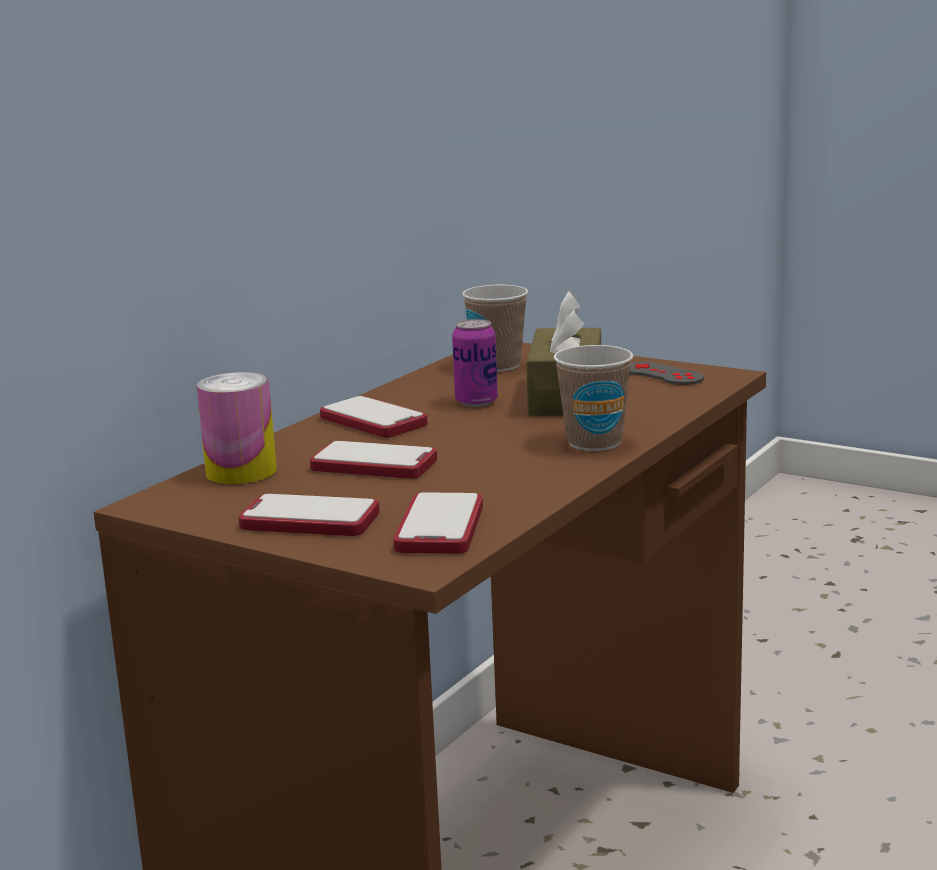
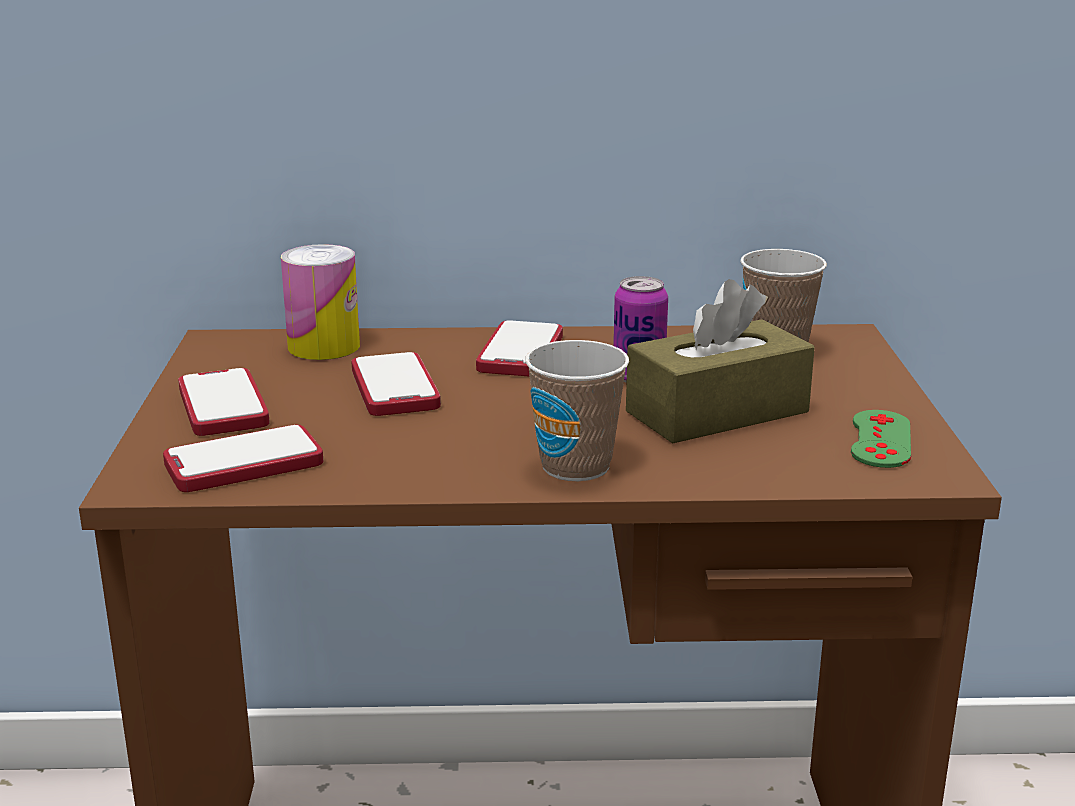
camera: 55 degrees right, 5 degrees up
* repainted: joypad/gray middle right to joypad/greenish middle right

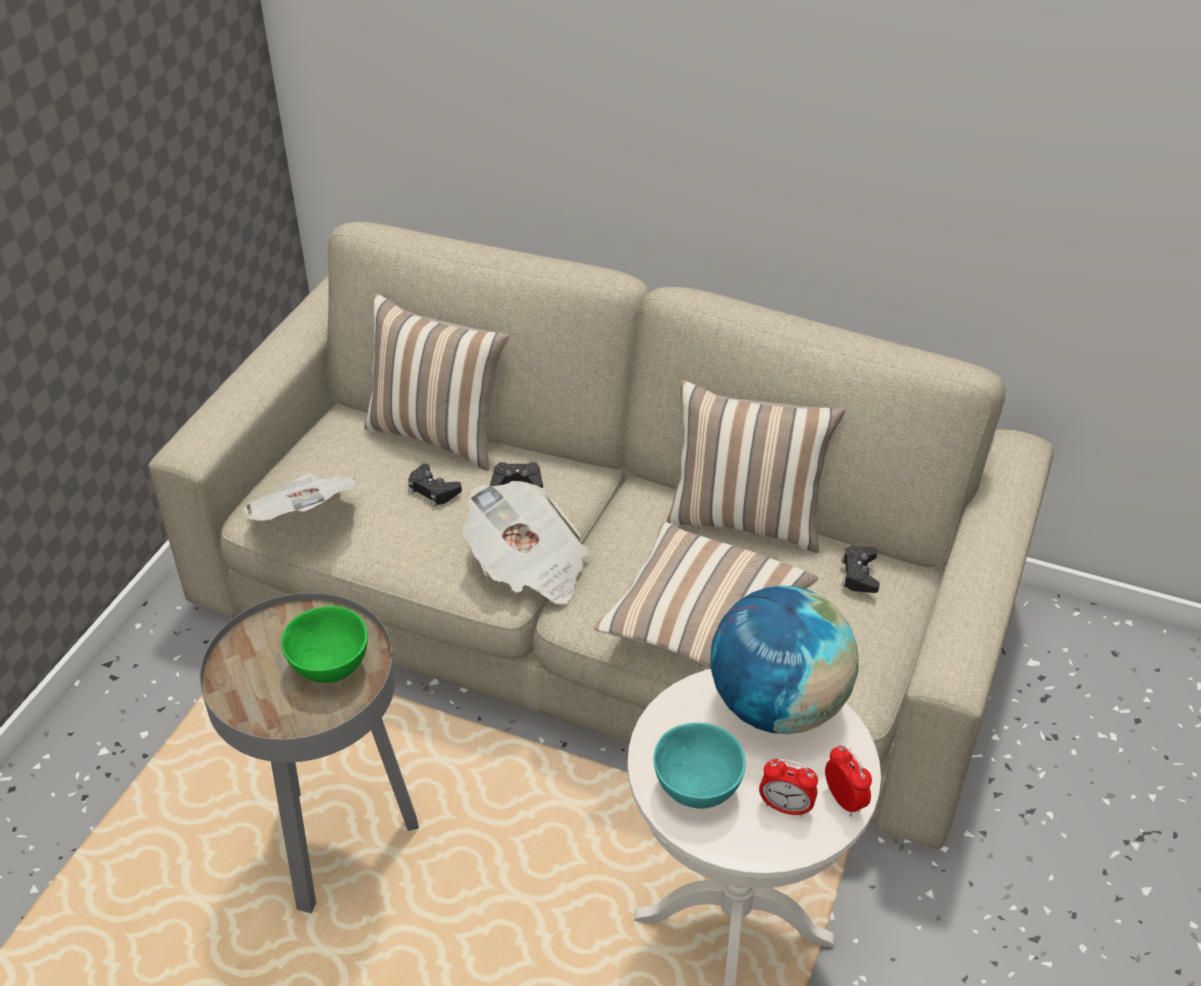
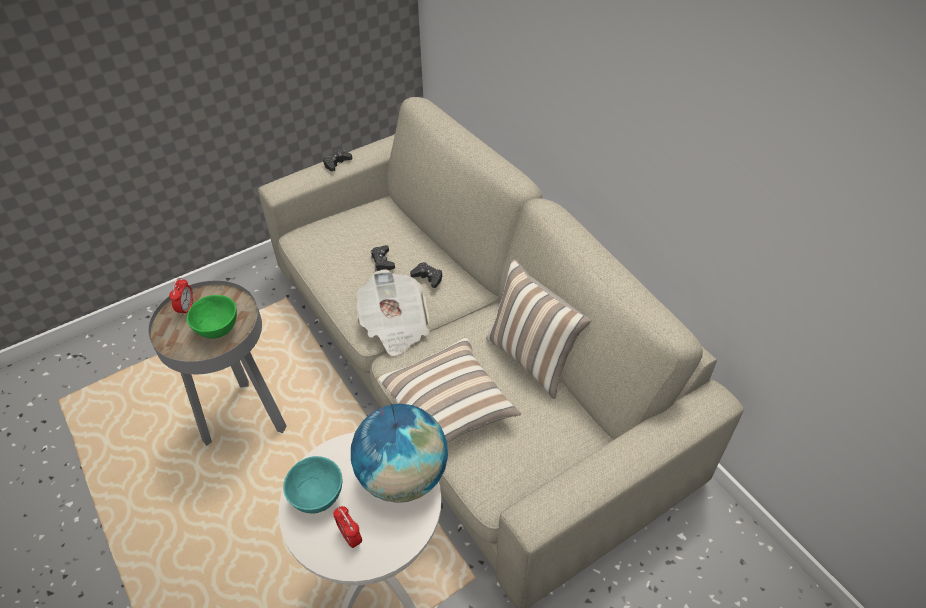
camera: 35 degrees right, 5 degrees up
* gone: printed paper (no. 1 from left) middle left
* gone: cushion (no. 1 from left) centre
* shifted: alarm clock (no. 2 from left in the first image) bottom right to alarm clock (no. 1 from left) middle left
* shifted: joypad/blackish (no. 3 from left in the first image) middle right to joypad/blackish (no. 1 from left) top centre

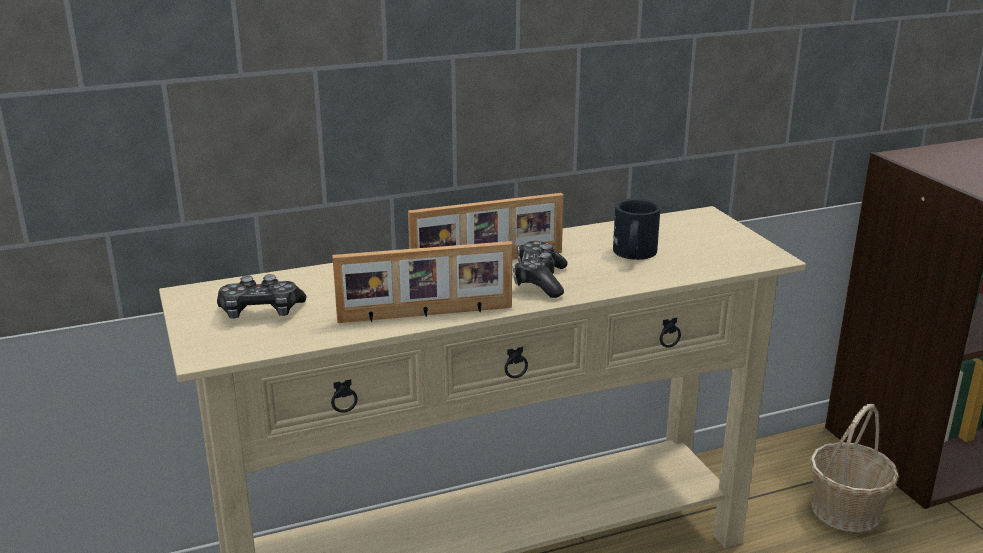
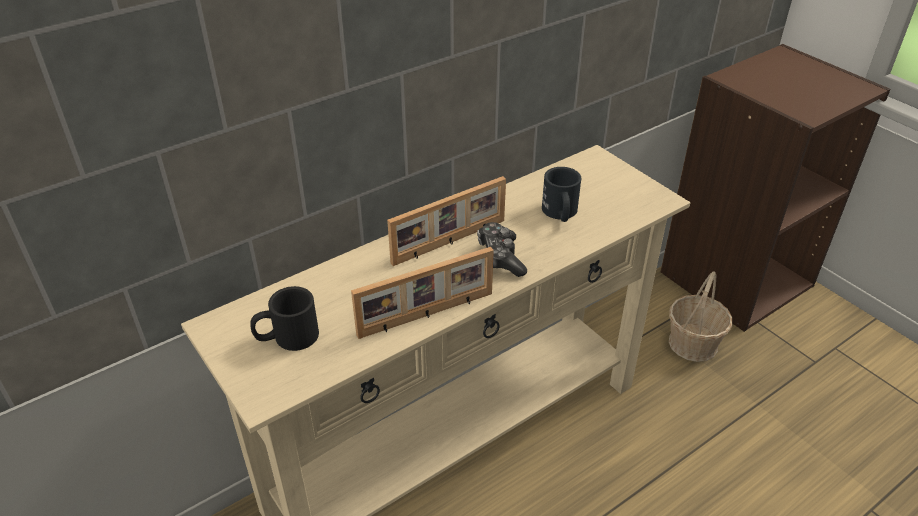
camera: 15 degrees left, 15 degrees up
* swapped: joypad (no. 1 from left) middle left to mug/blackish (no. 1 from left) middle left

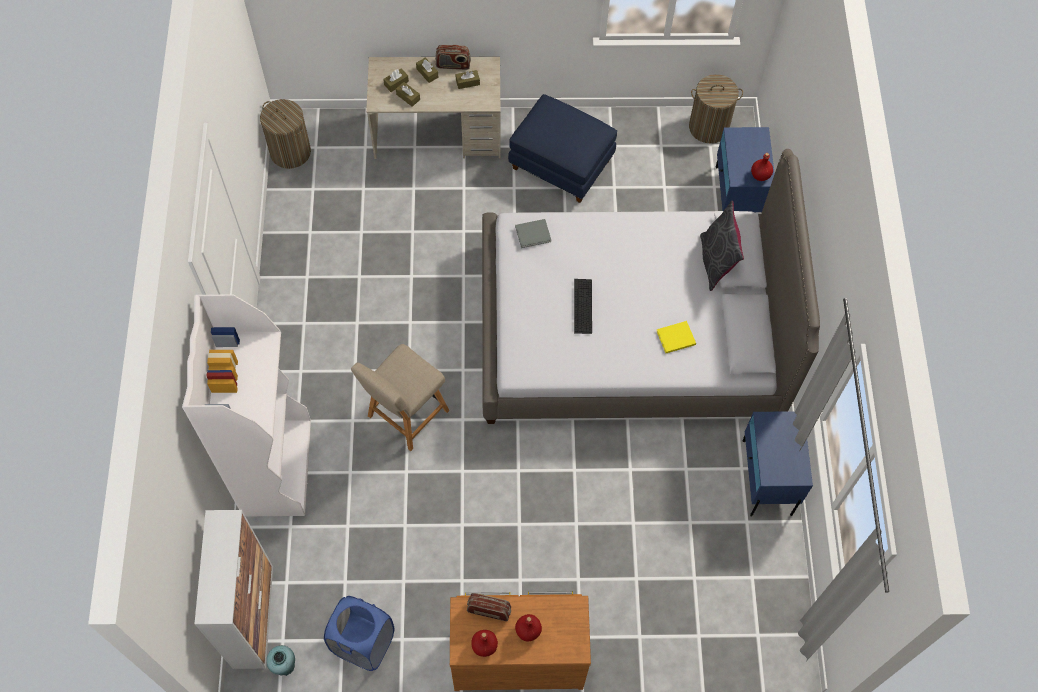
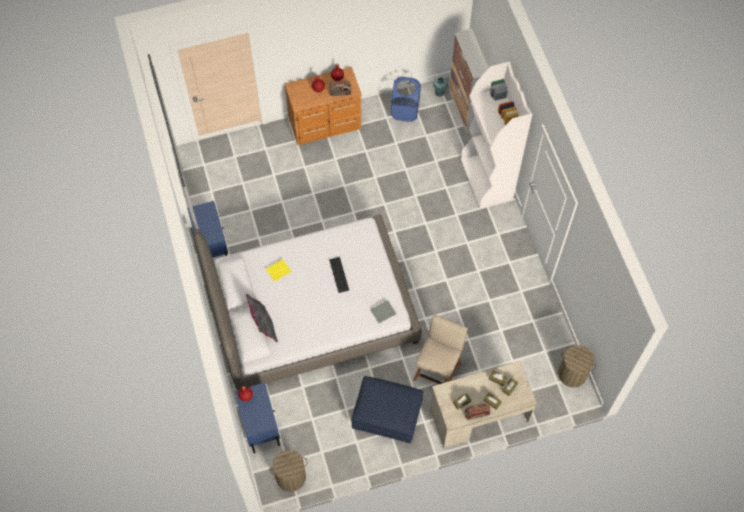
camera: 165 degrees right, 0 degrees up
* shifted: plain chair/sand-coloured centre to bottom centre

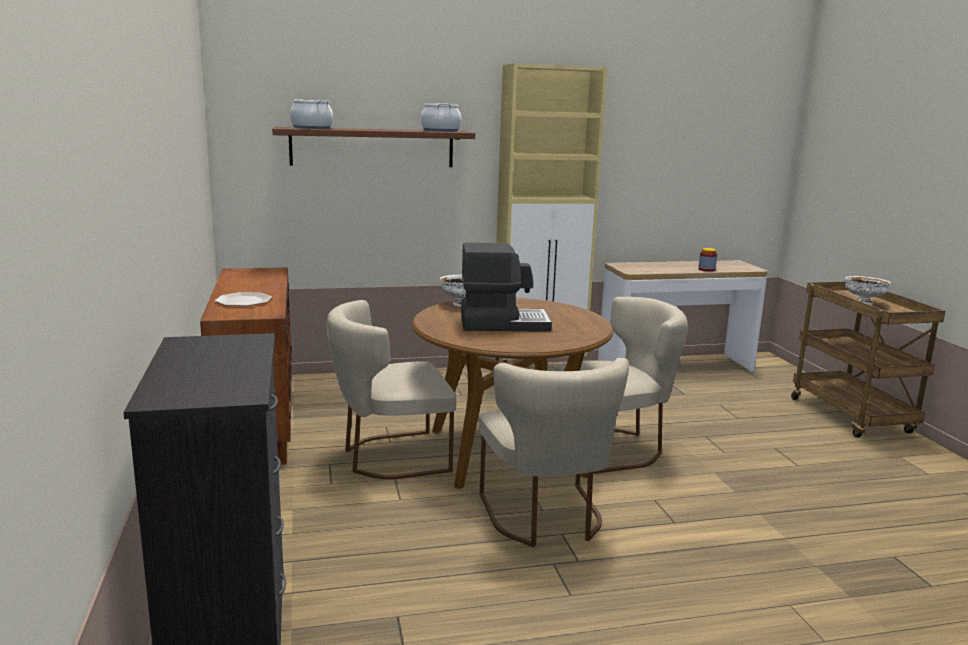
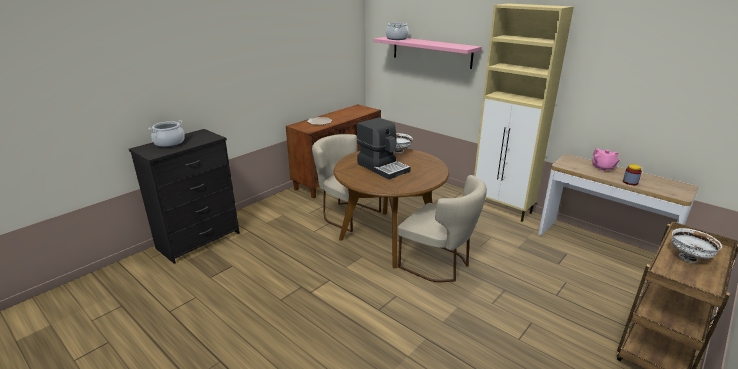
camera: 55 degrees right, 10 degrees up
* repainted: shelf/brown top centre to shelf/pink top centre
* shifted: saucepot (no. 2 from left in the first image) top centre to saucepot (no. 1 from left) middle left
* gone: plain chair/sand-coloured (no. 2 from left) bottom centre
* new: teapot/pink middle right

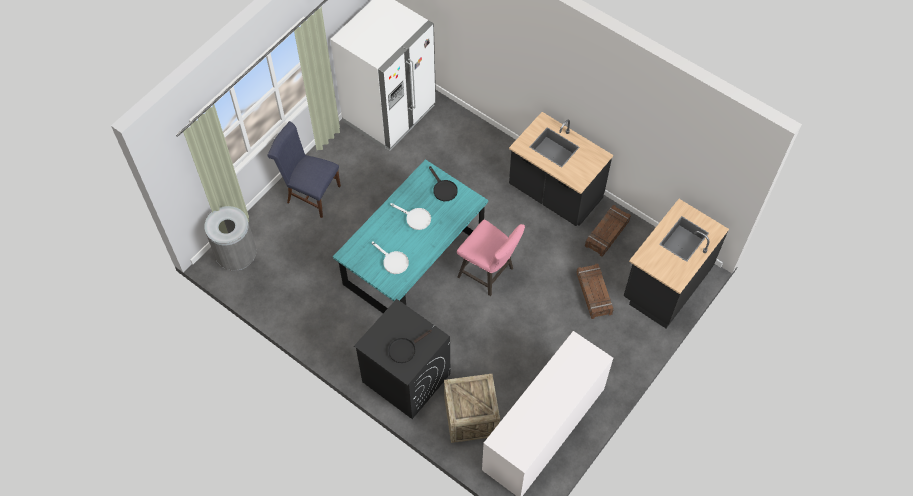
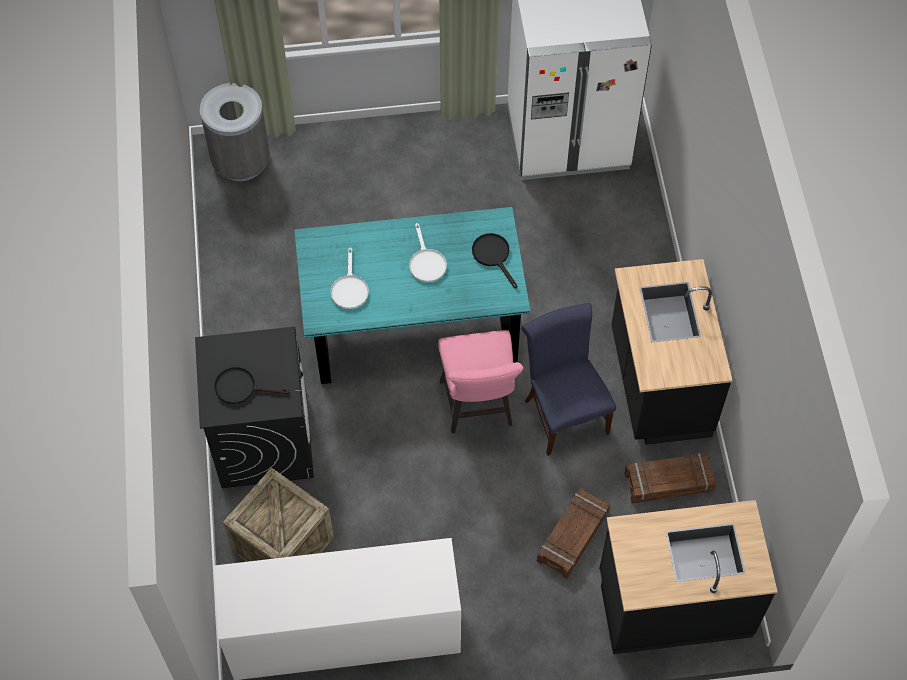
camera: 45 degrees right, 0 degrees up
* shifted: plain chair/bluish middle left to centre
* rotated: frying pan/blackish (no. 2 from left) centre = centre 135 degrees clockwise

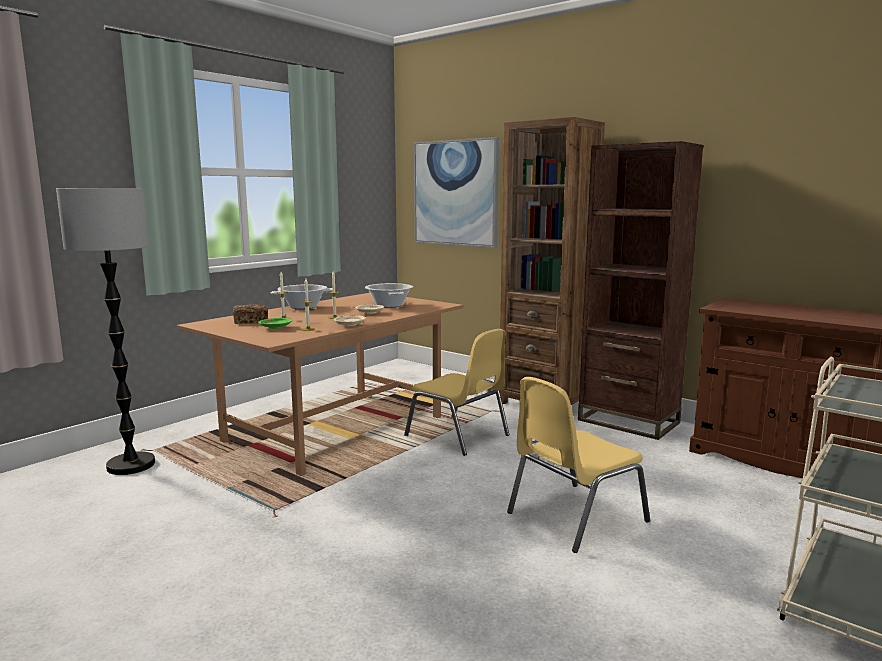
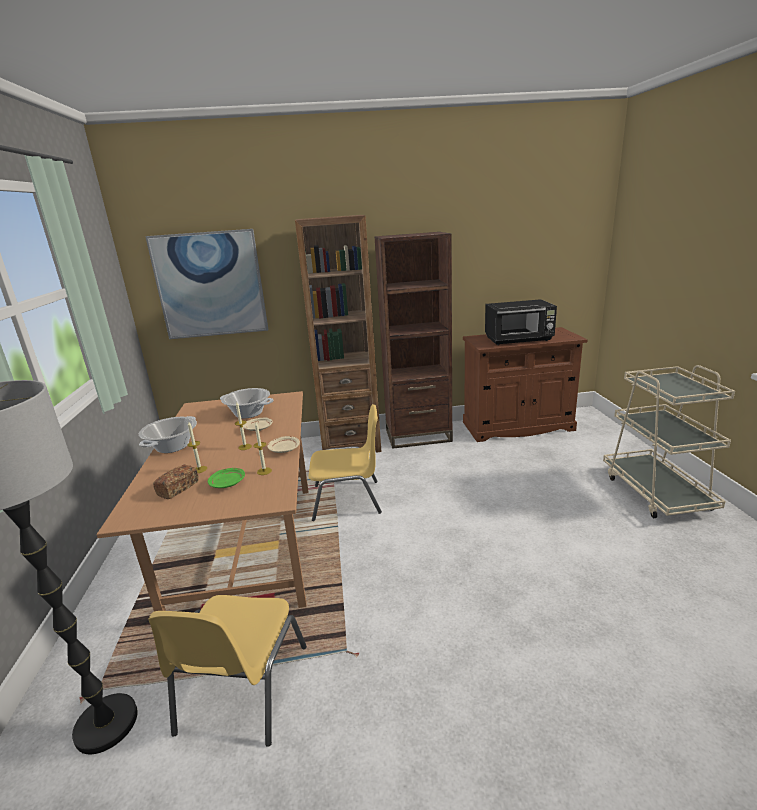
camera: 45 degrees left, 10 degrees up
* shifted: plain chair/yellow-coloured (no. 2 from left in the first image) bottom centre to plain chair/yellow-coloured (no. 1 from left) bottom left
* new: microwave/blackish middle right

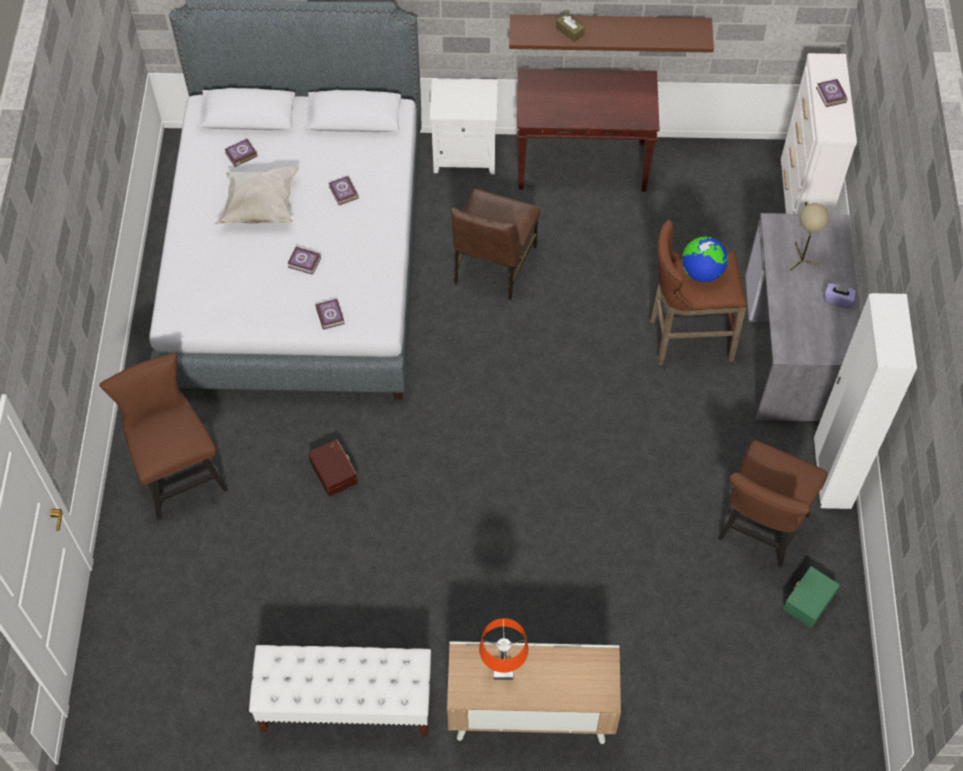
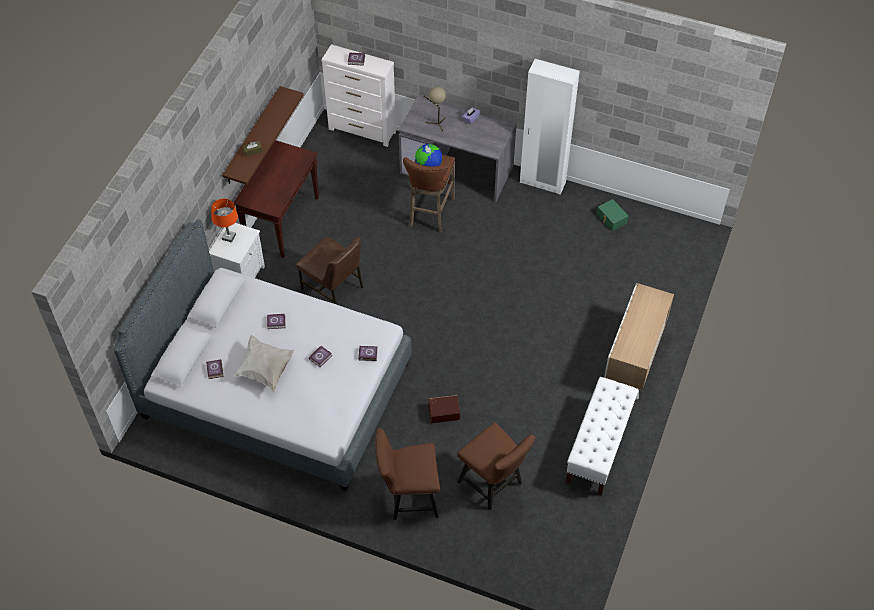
camera: 70 degrees left, 5 degrees down
* shifted: tabletop lamp/orangey bottom centre to middle left
* shifted: plain chair/brown (no. 3 from left) middle right to bottom centre

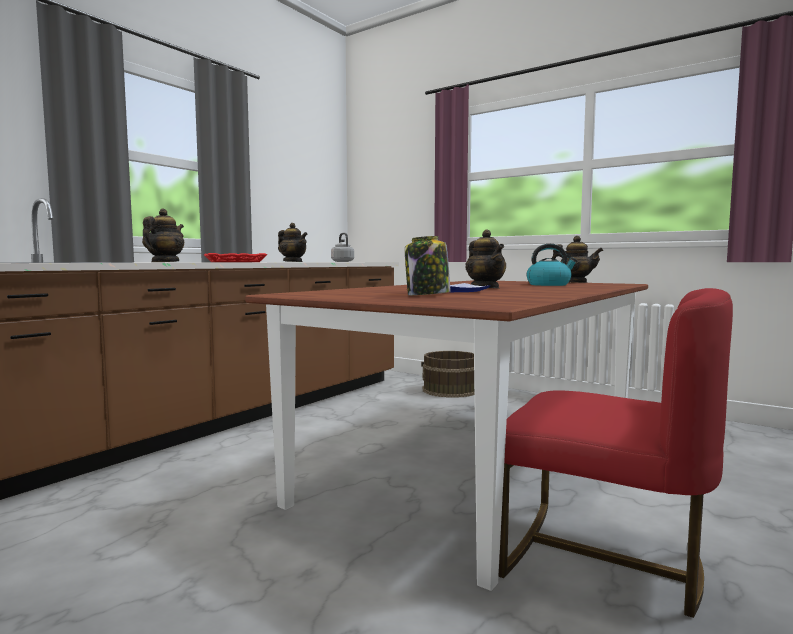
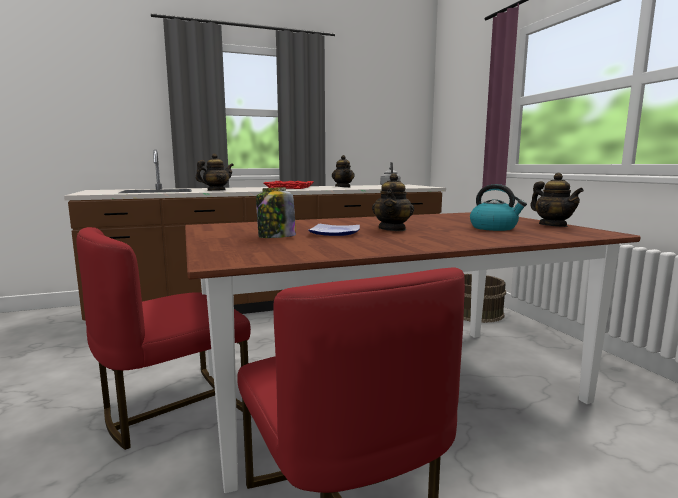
camera: 35 degrees right, 5 degrees up
* new: plain chair/reddish (no. 1 from left) bottom left

